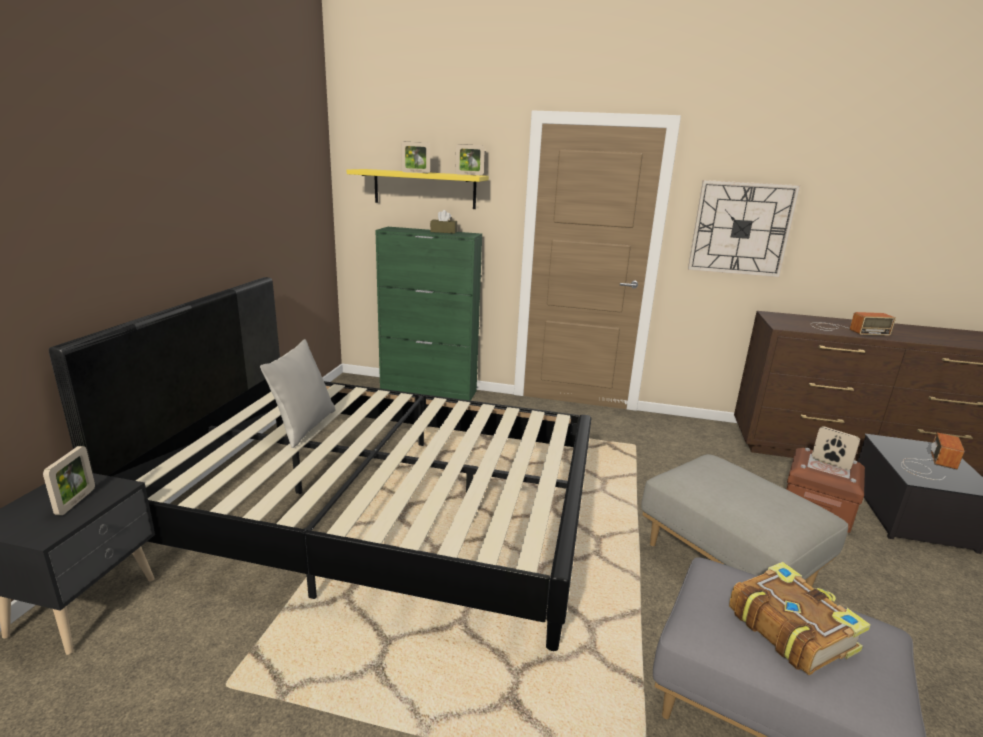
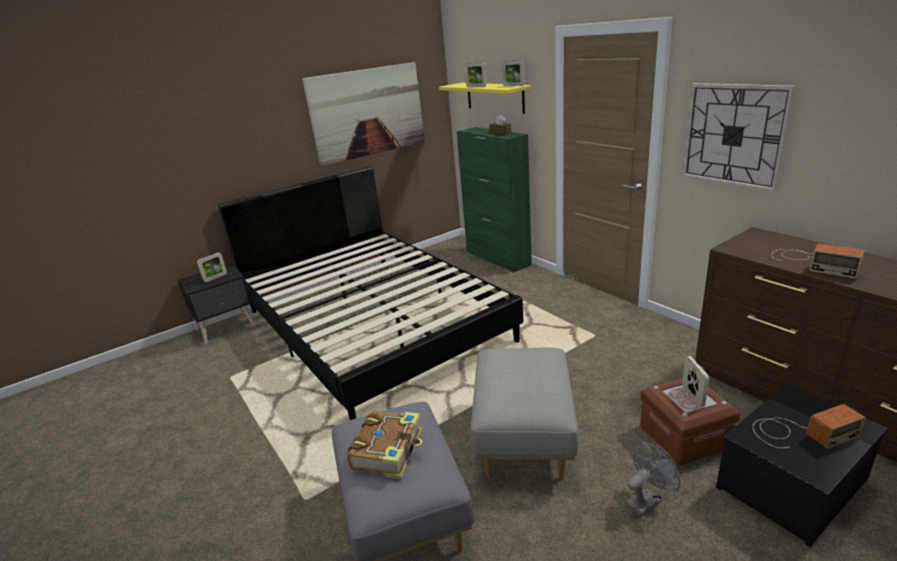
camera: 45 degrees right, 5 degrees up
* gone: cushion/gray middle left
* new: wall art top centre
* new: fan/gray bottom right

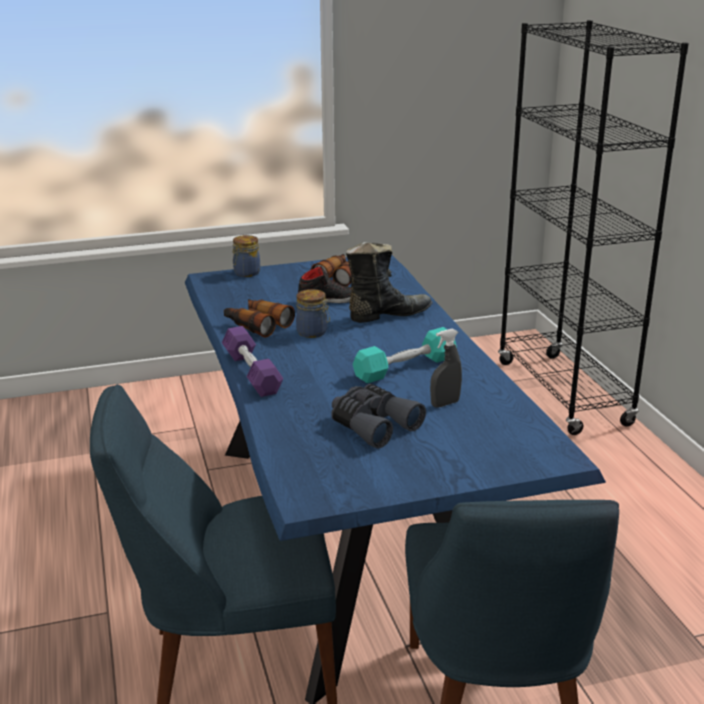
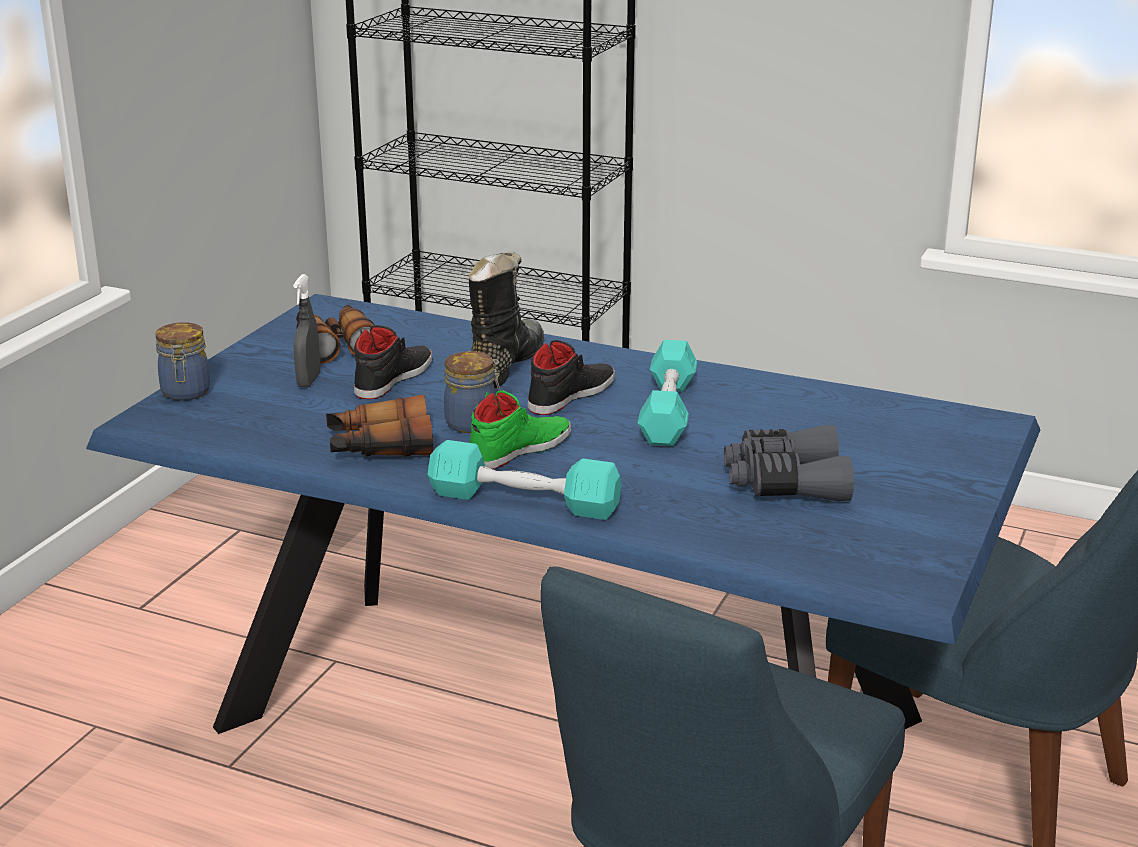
camera: 50 degrees left, 0 degrees up
* repainted: free weight/purple centre to free weight/turquoise-coloured (no. 1 from left) centre
* shifted: hand sprayer/gray centre to middle left
* new: shoe/greenish centre
* new: shoe/blackish (no. 2 from left) centre

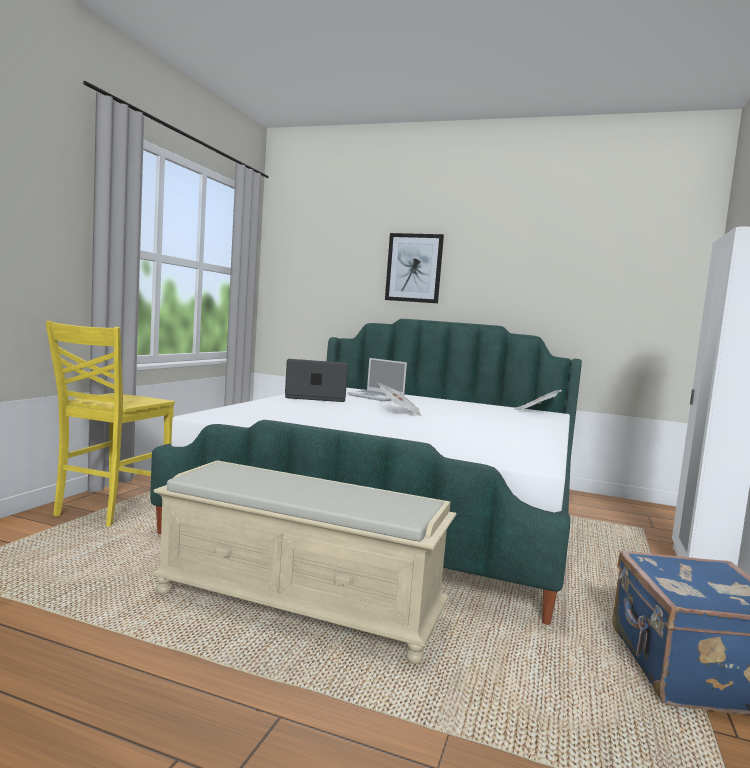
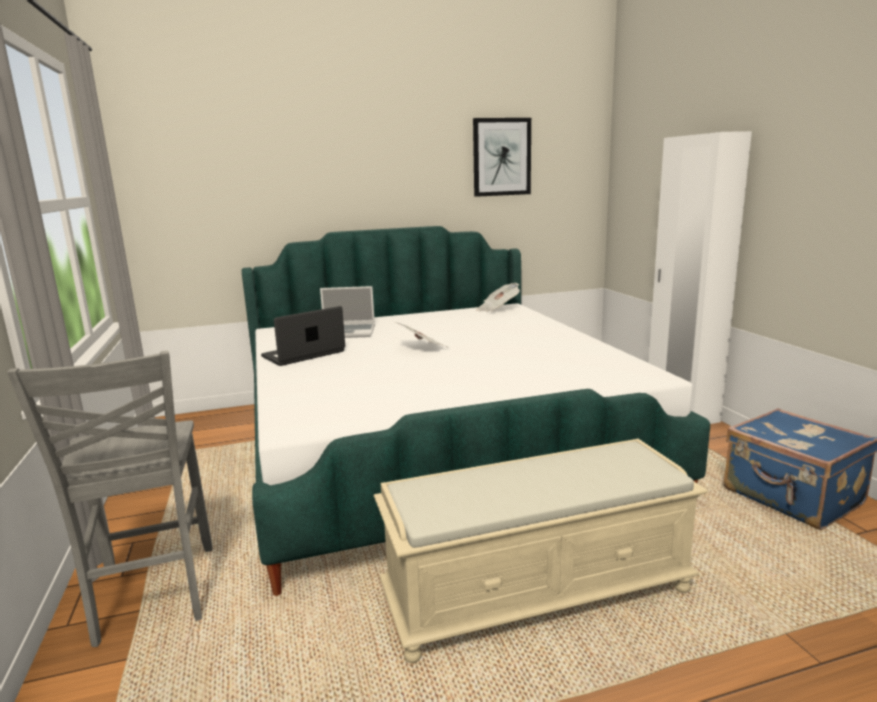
camera: 35 degrees left, 10 degrees up
* repainted: plain chair/yellow-coloured middle left to plain chair/gray bottom left
* shifted: wall art centre to top centre

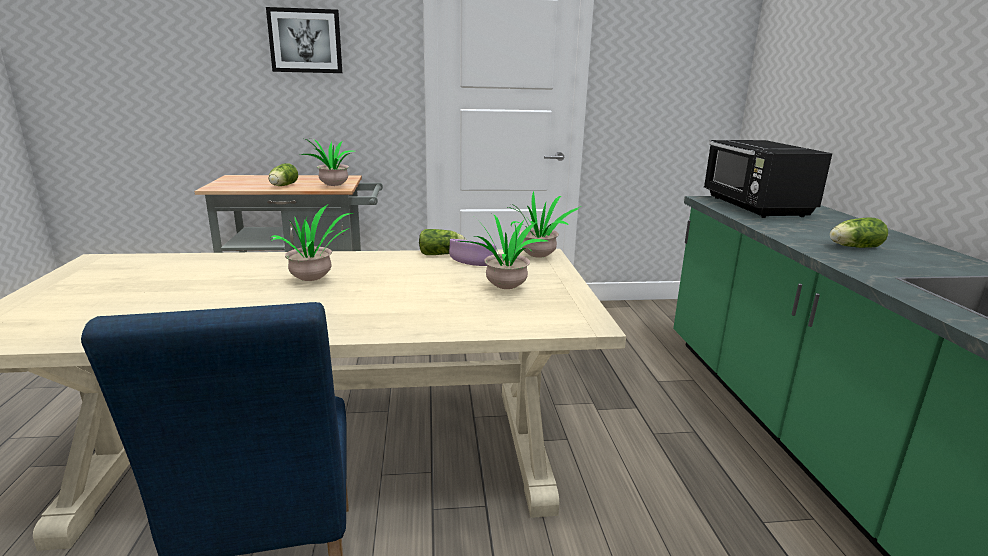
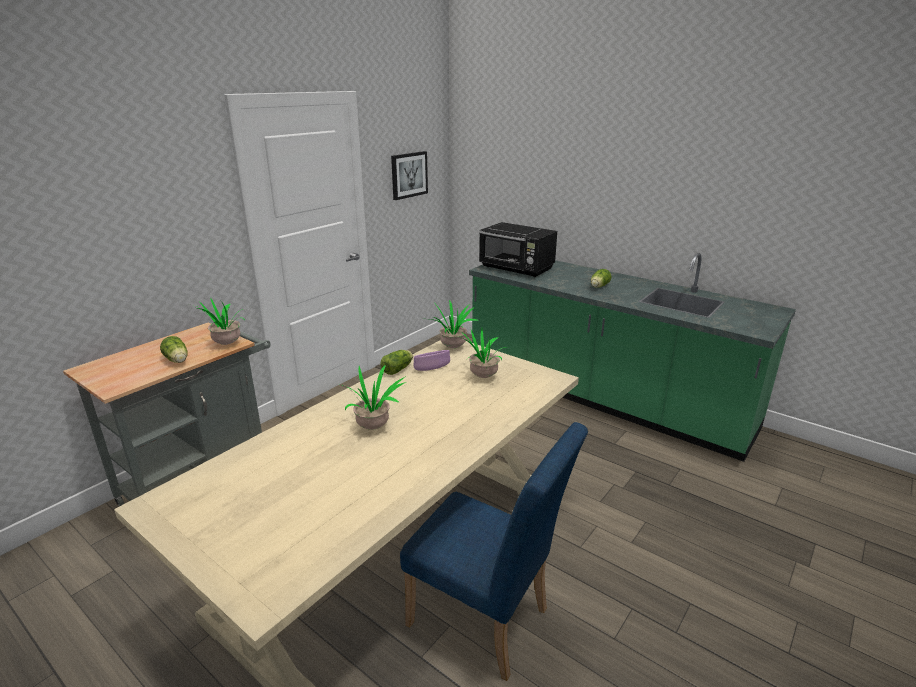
camera: 45 degrees left, 5 degrees up
* shifted: wall art top left to top centre

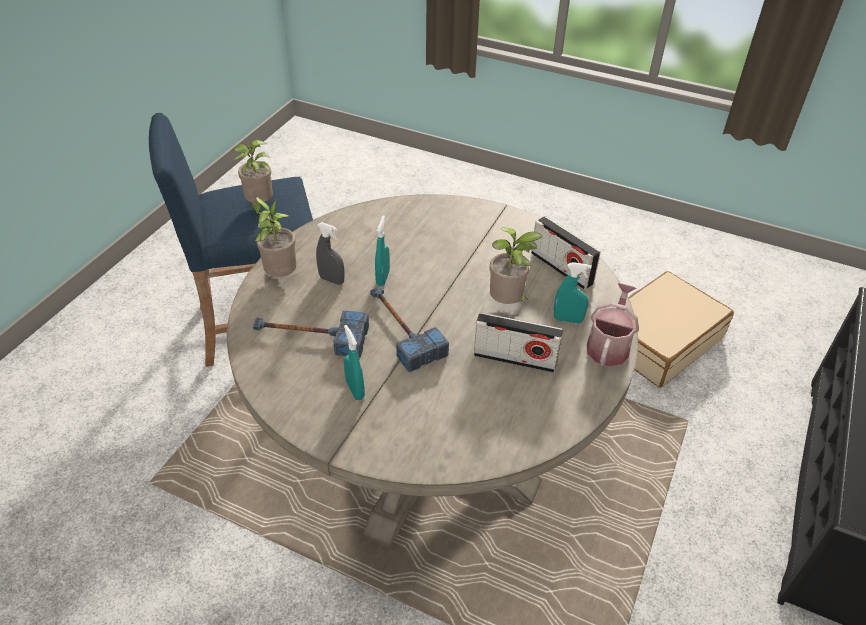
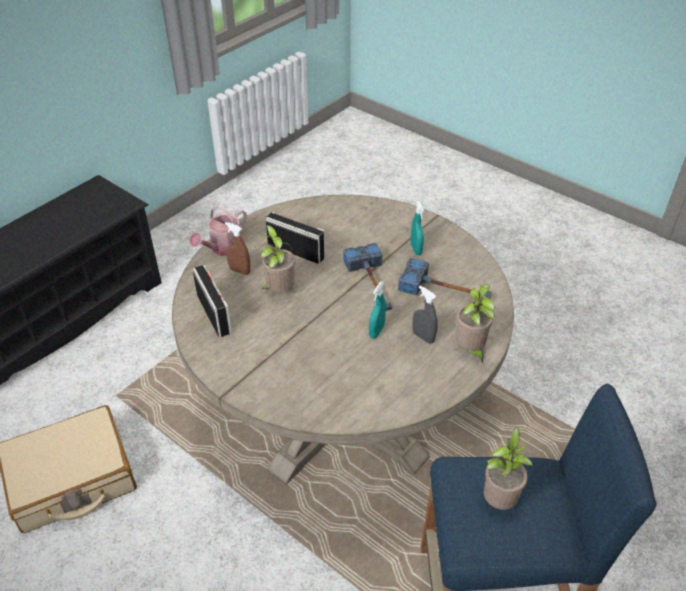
camera: 165 degrees left, 0 degrees up
* repainted: hand sprayer/turquoise-coloured (no. 3 from left) centre to hand sprayer/brown centre

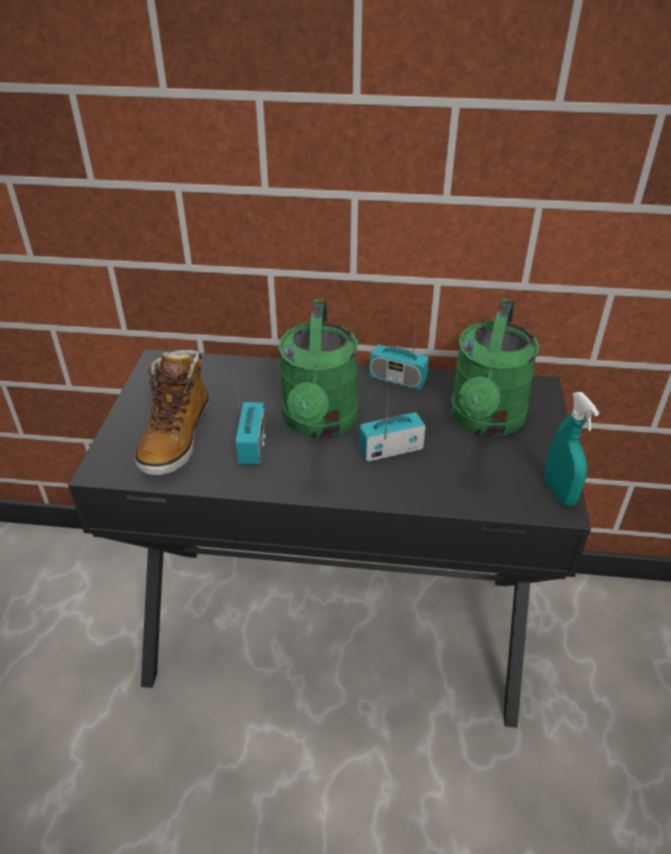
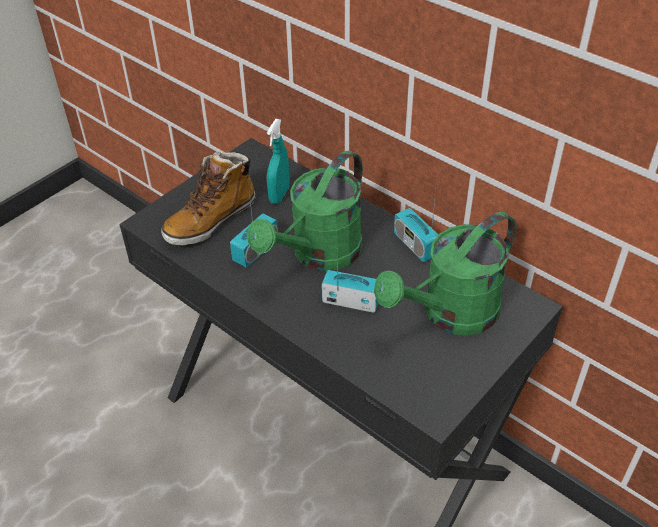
camera: 35 degrees right, 5 degrees up
* shifted: hand sprayer/turquoise-coloured middle right to top centre

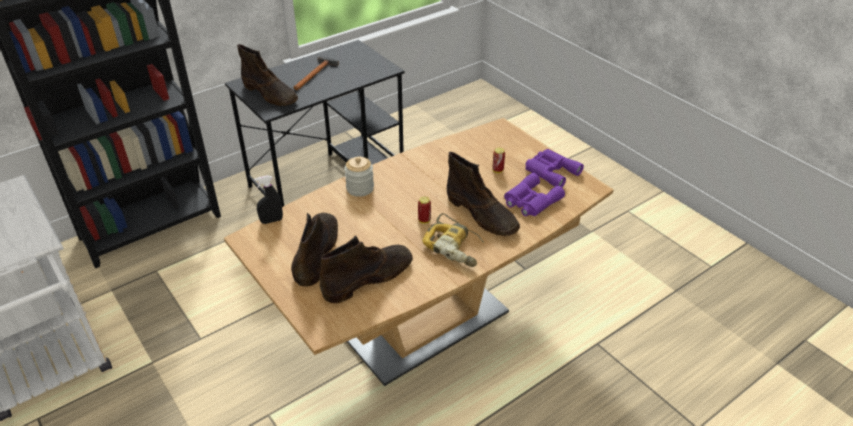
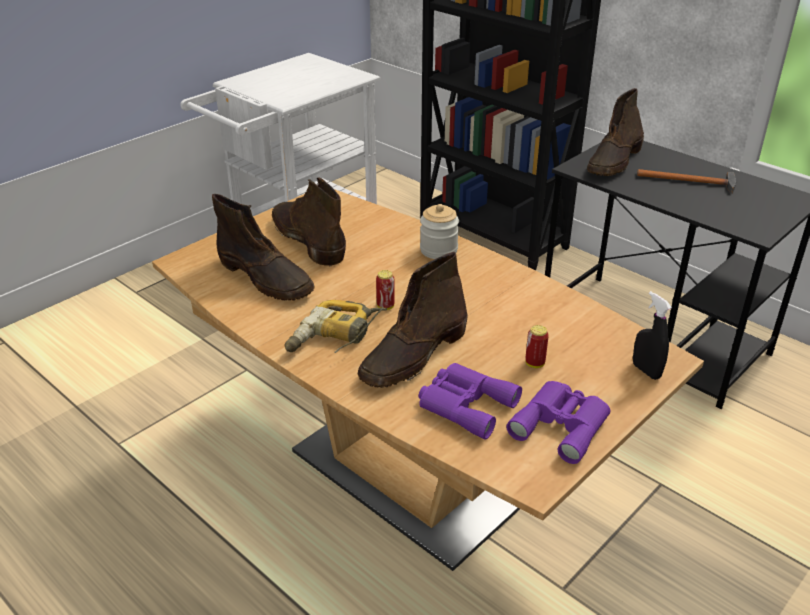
camera: 80 degrees right, 5 degrees down
* shifted: hand sprayer/blackish middle left to middle right
* rotated: high-top boot/brown (no. 2 from left) centre = centre 120 degrees counterclockwise

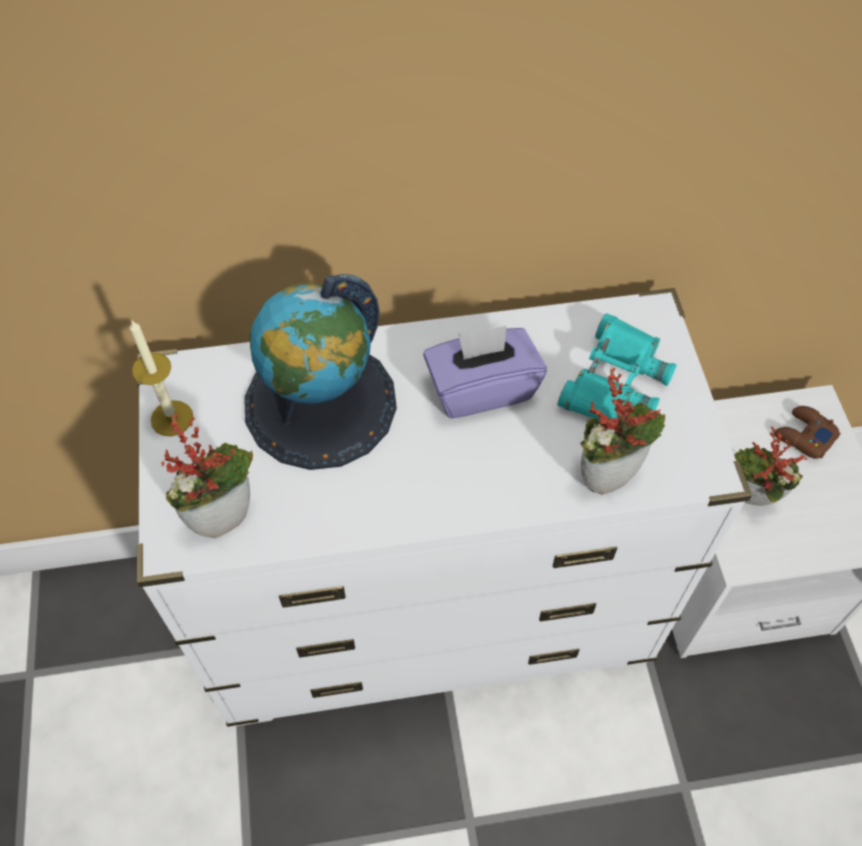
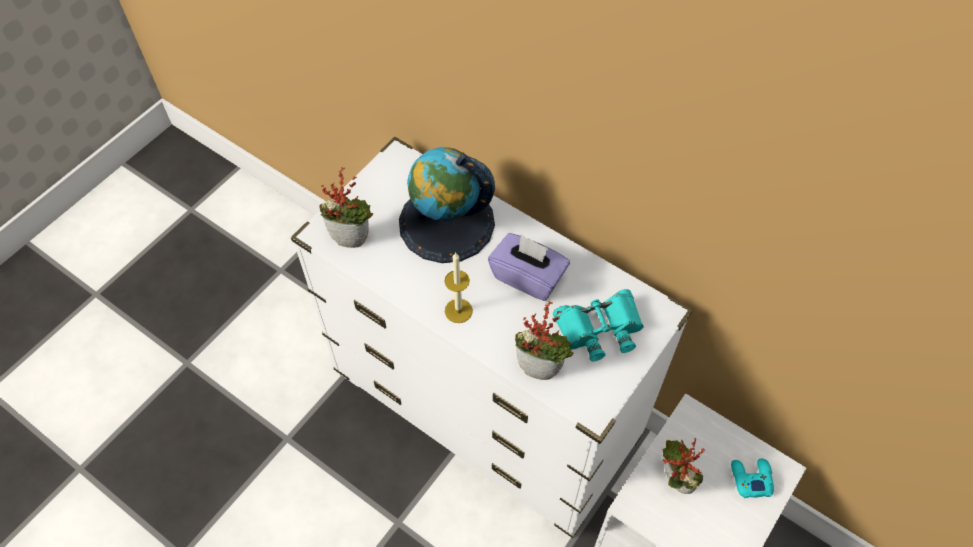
camera: 45 degrees right, 0 degrees up
* shifted: candle middle left to centre
* repainted: joypad/brown middle right to joypad/turquoise-coloured bottom right

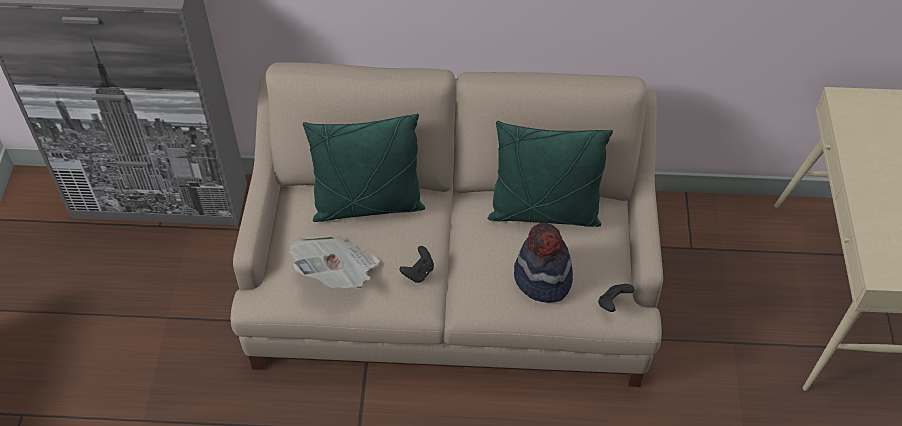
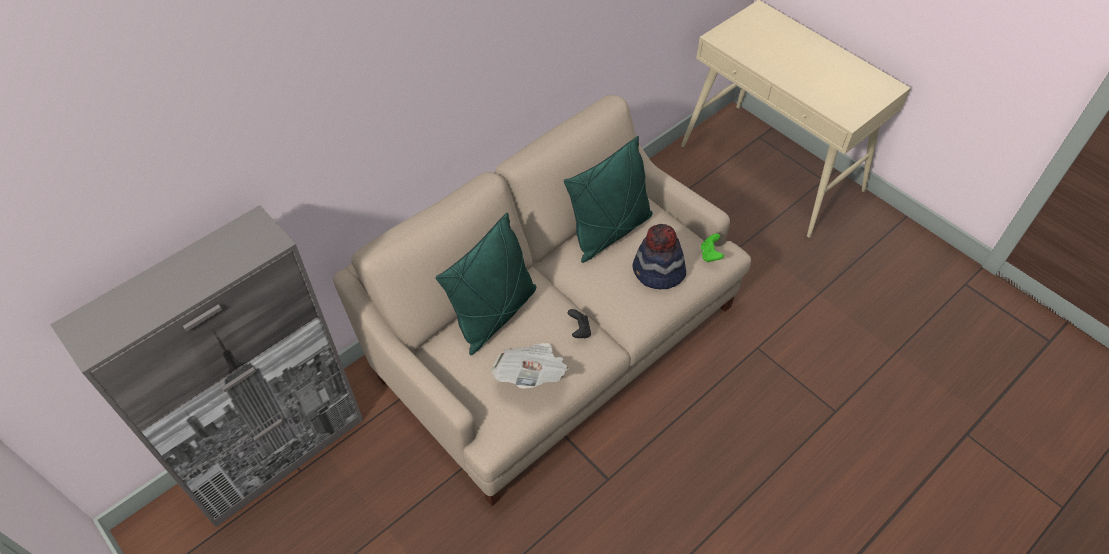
camera: 45 degrees left, 0 degrees up
* repainted: joypad/blackish (no. 2 from left) bottom right to joypad/greenish centre

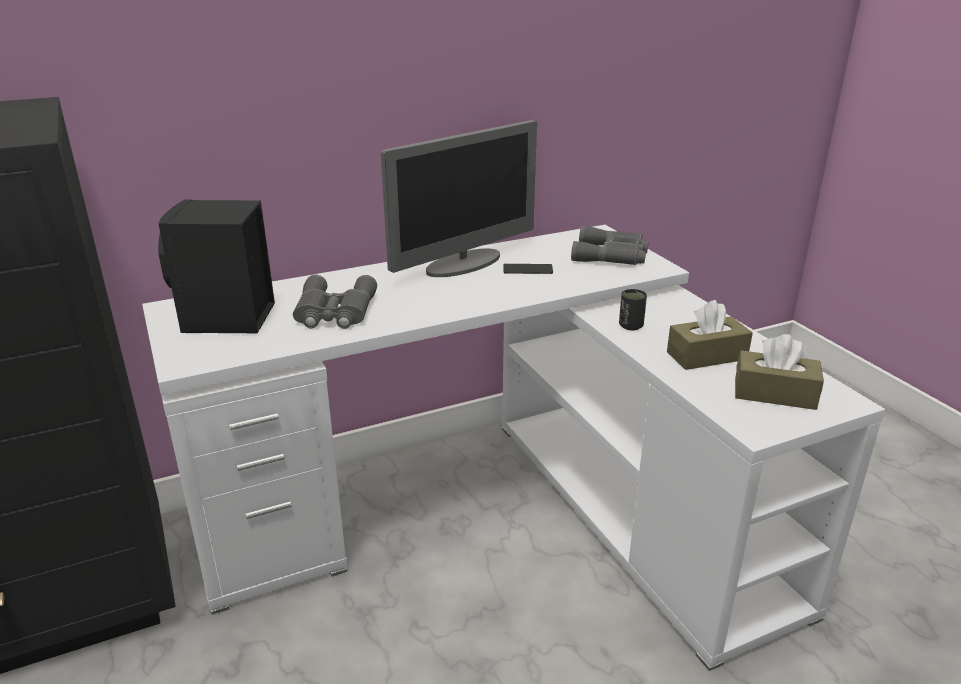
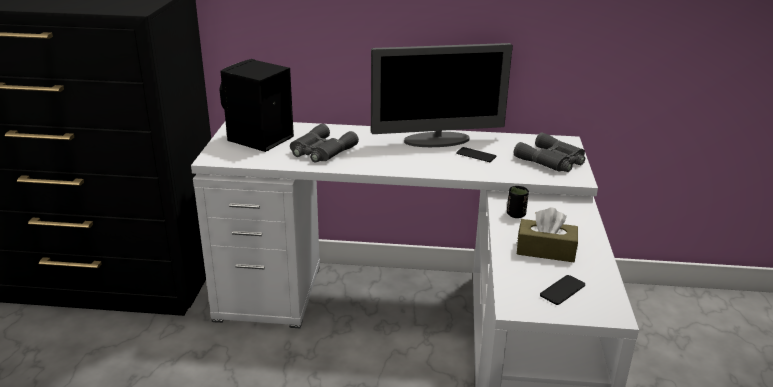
camera: 30 degrees right, 0 degrees up
* swapped: tissue holder/brown (no. 2 from left) middle right to telephone (no. 2 from left) bottom right

